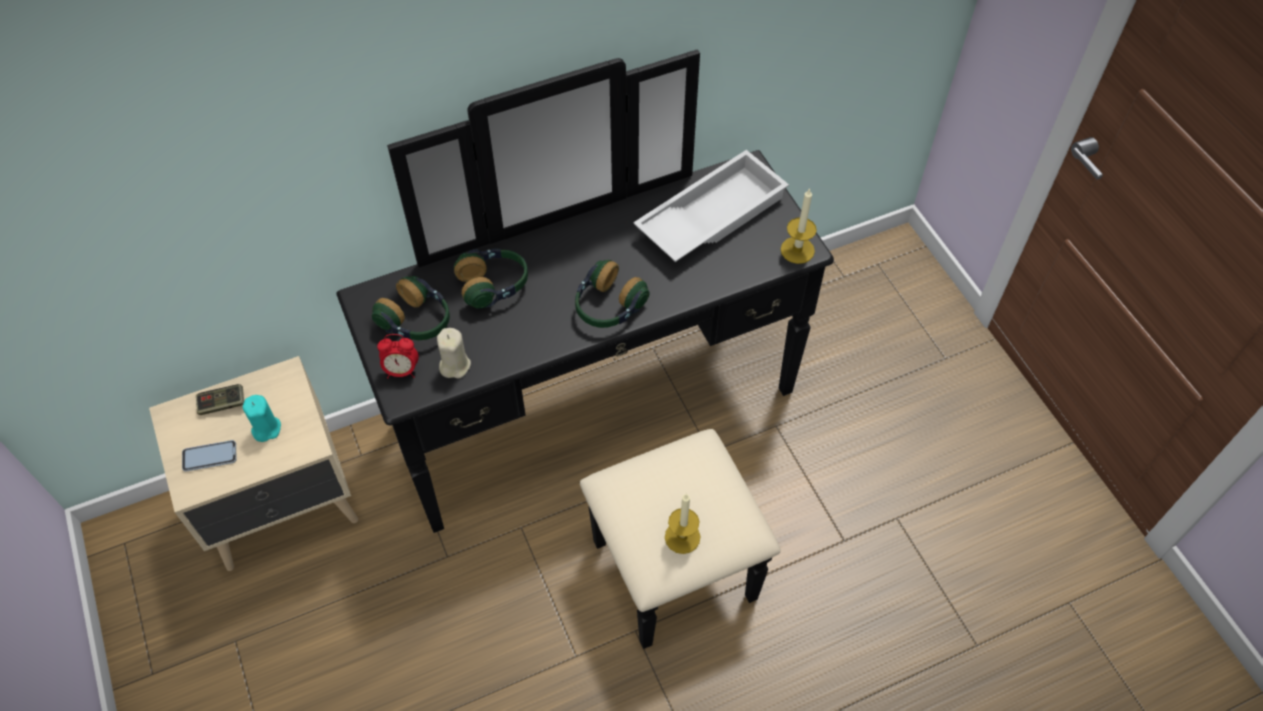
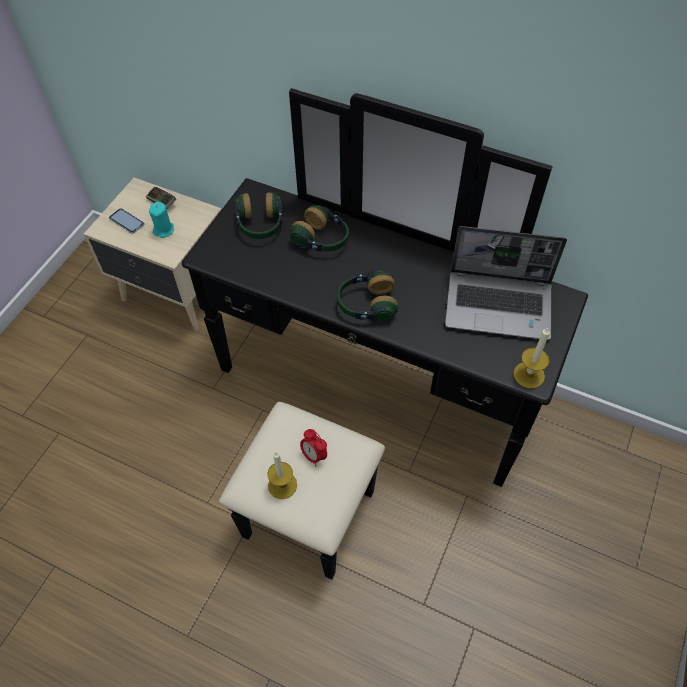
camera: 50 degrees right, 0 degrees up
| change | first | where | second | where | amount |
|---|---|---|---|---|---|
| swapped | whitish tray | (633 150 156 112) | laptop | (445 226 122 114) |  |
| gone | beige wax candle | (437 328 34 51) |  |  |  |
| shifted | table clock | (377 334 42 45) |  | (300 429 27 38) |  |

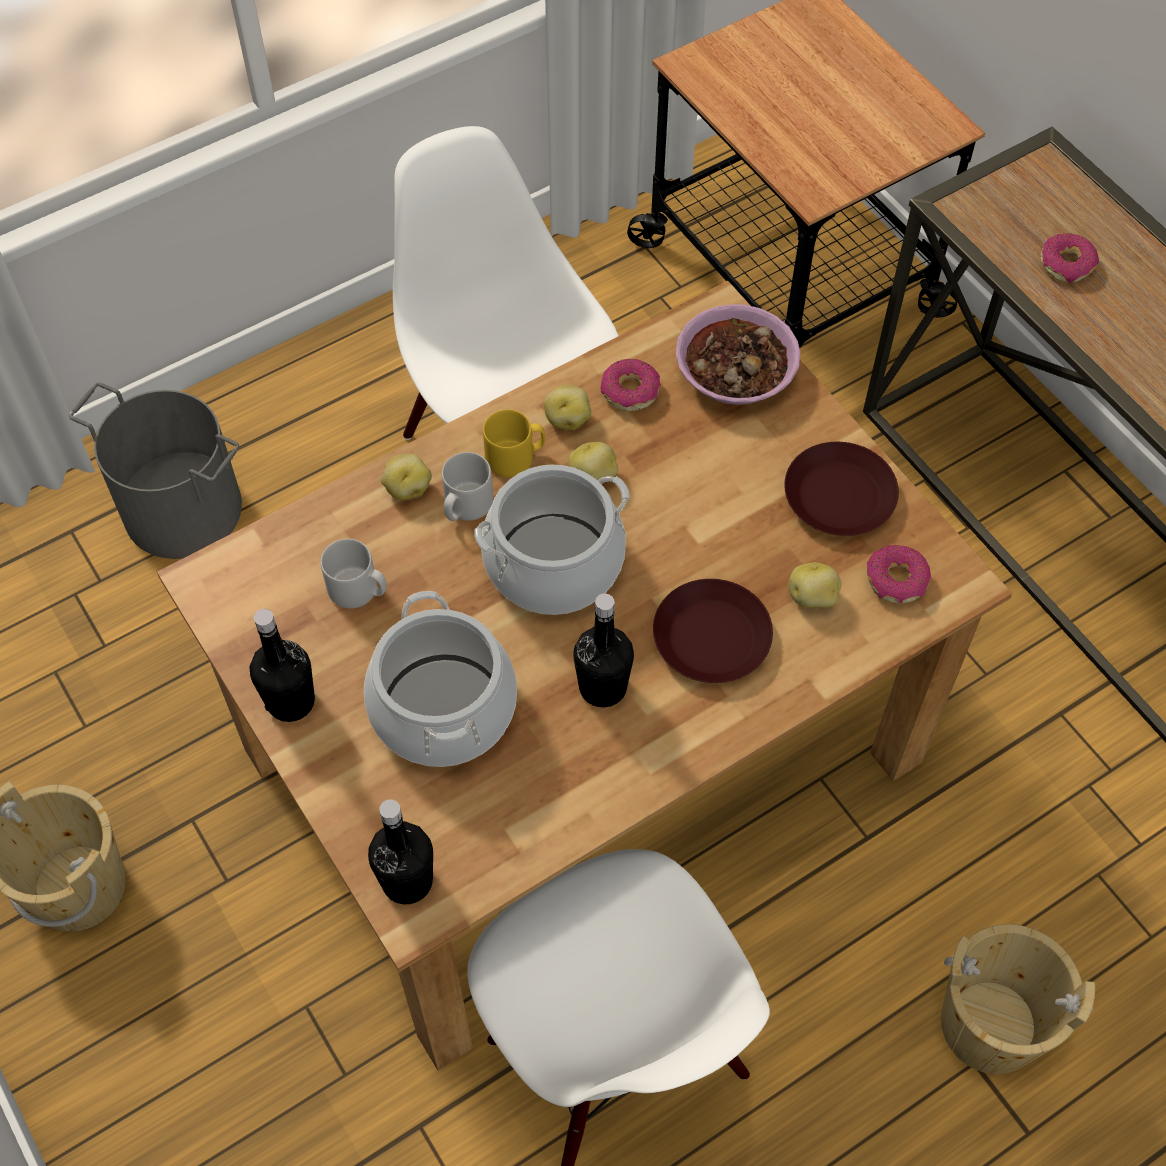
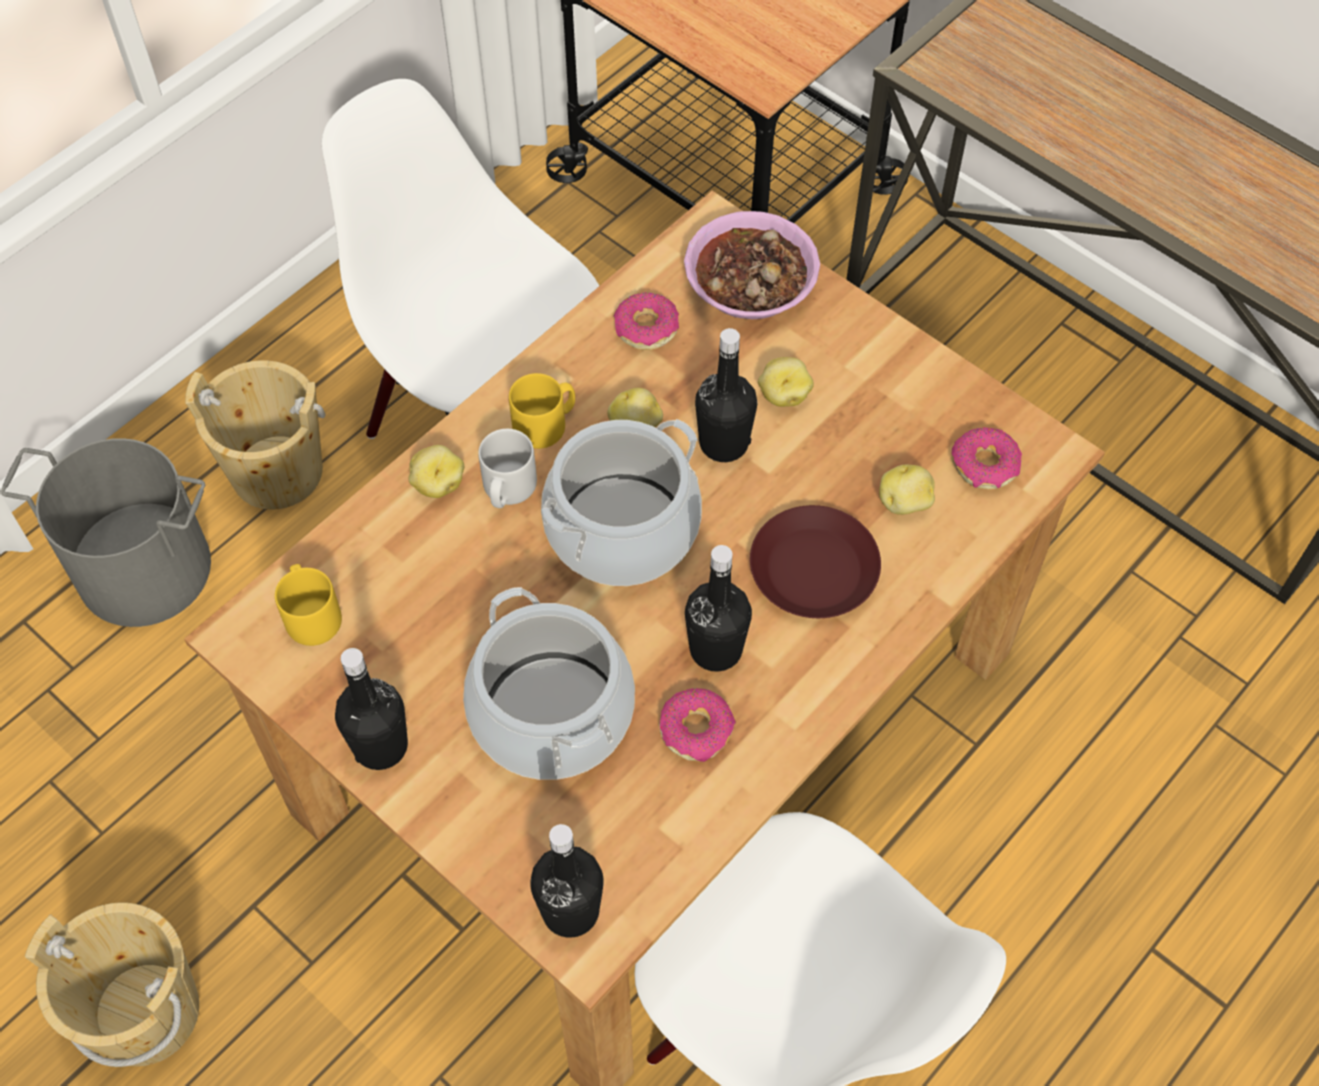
camera: 15 degrees left, 0 degrees up
| change | first | where | second | where | amount |
|---|---|---|---|---|---|
| shifted | donut | (1041 233 58 50) |  | (659 688 77 74) |  |
| shifted | spud | (543 385 48 45) |  | (758 357 56 50) |  |
| gone | brown dinner plate | (784 442 115 94) |  |  |  |
| gone | greyish tea mug | (321 539 66 69) |  |  |  |
| shifted | beige pail | (941 924 154 150) |  | (185 360 141 150) |  |
| new |  |  | blackish drink bottle | (695 328 62 134) |  |
| new |  |  | yellow-coloured tea mug | (275 564 67 82) |  |

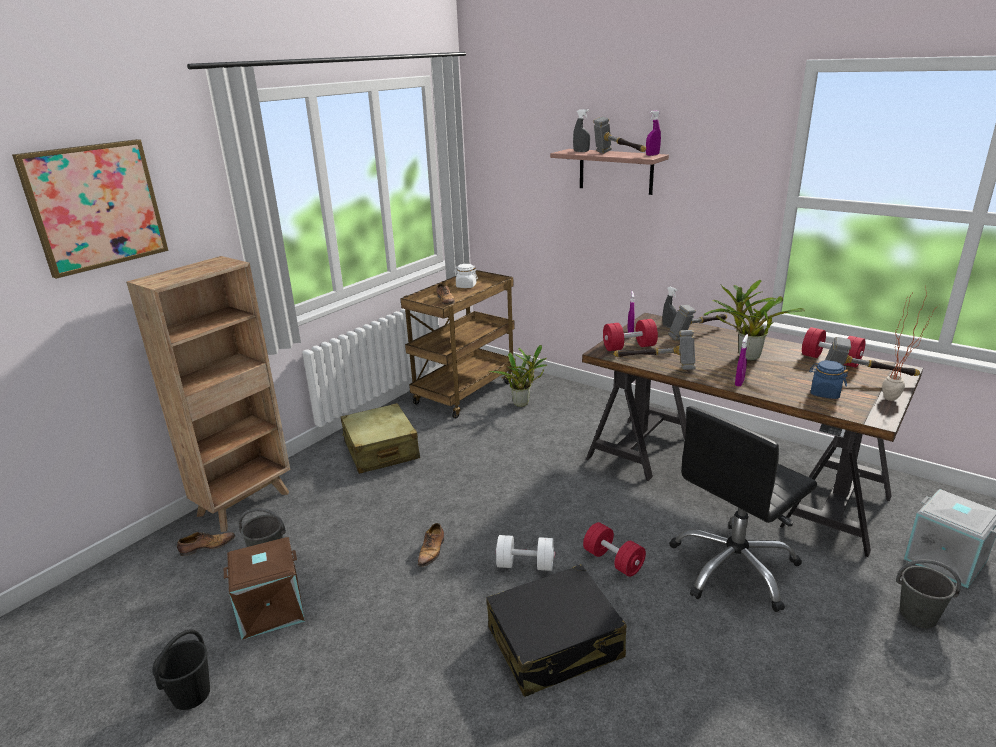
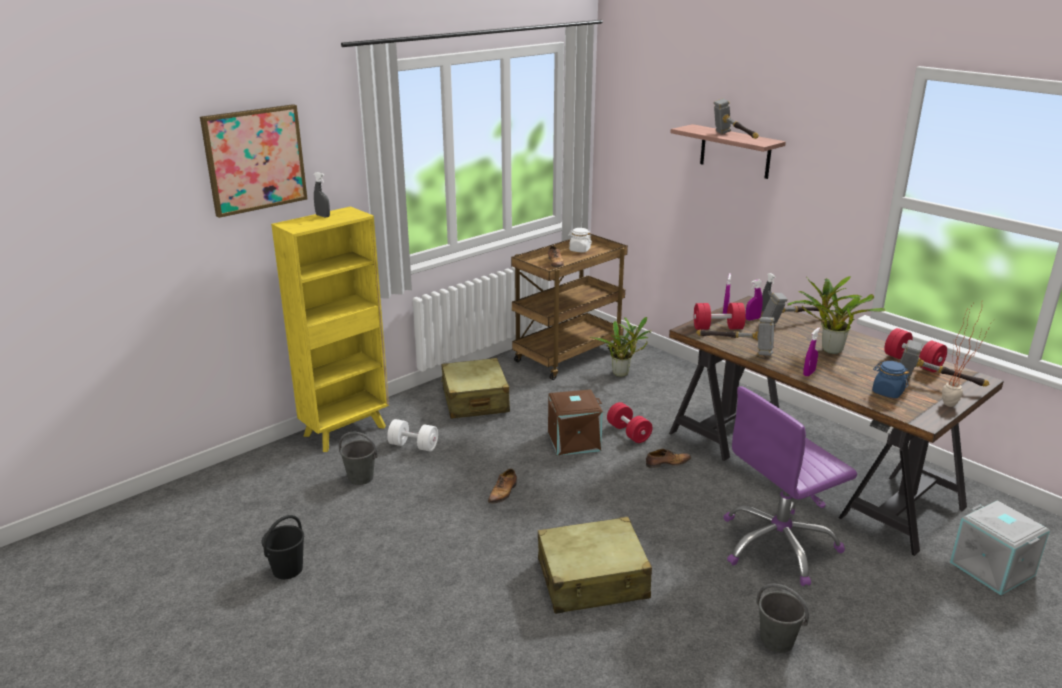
camera: 10 degrees right, 0 degrees up
| change | first | where | second | where | amount |
|---|---|---|---|---|---|
| shifted | greyish hand sprayer | (573 109 17 43) |  | (314 172 16 45) |  |
| shifted | purple-coloured hand sprayer | (646 110 15 46) |  | (746 279 17 42) |  |
| repainted | brown bookcase | (126 256 164 276) | yellow-coloured bookcase | (271 206 118 246) |  |
| repainted | blackish computer chair | (670 406 147 206) | purple-coloured computer chair | (723 386 134 200) |  |
| shifted | reddish hand weight | (583 522 63 55) |  | (607 402 46 41) |  |
| shifted | shoe | (177 532 58 24) |  | (646 449 45 19) |  |
| shifted | whitish hand weight | (496 535 59 36) |  | (387 419 51 33) |  |
| shifted | brown storage container | (224 537 81 103) |  | (548 389 55 67) |  |
| shifted | greyish pail | (896 559 65 69) |  | (756 583 53 70) |  |
| repainted | blackish suitcase | (486 564 141 133) | beige suitcase | (538 517 114 97) |  |

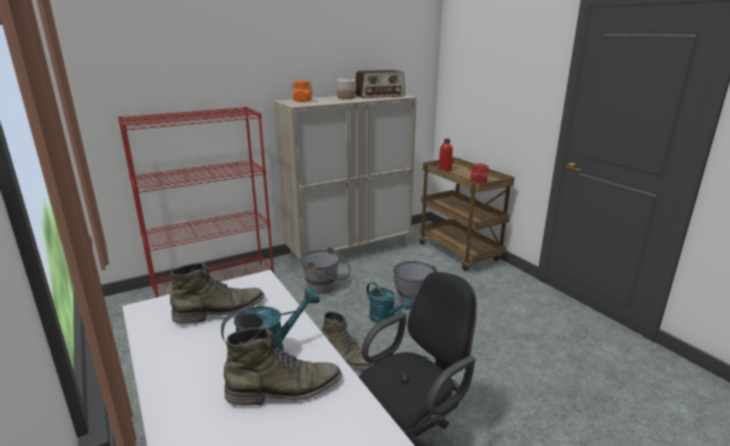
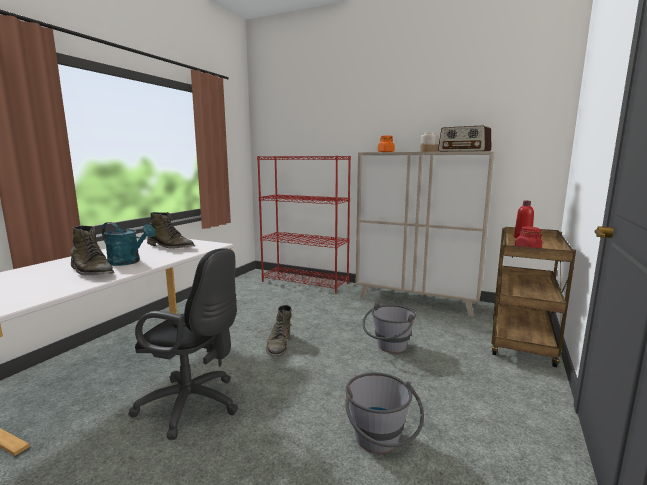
camera: 55 degrees right, 10 degrees down
| change | first | where | second | where | amount |
|---|---|---|---|---|---|
| shifted | greyish pail | (300 247 51 47) |  | (345 372 79 82) |  |
| gone | blue-green watering pot | (367 282 45 41) |  |  |  |

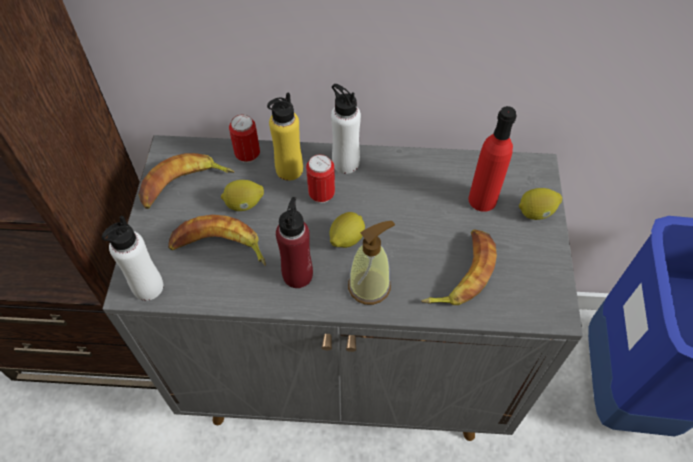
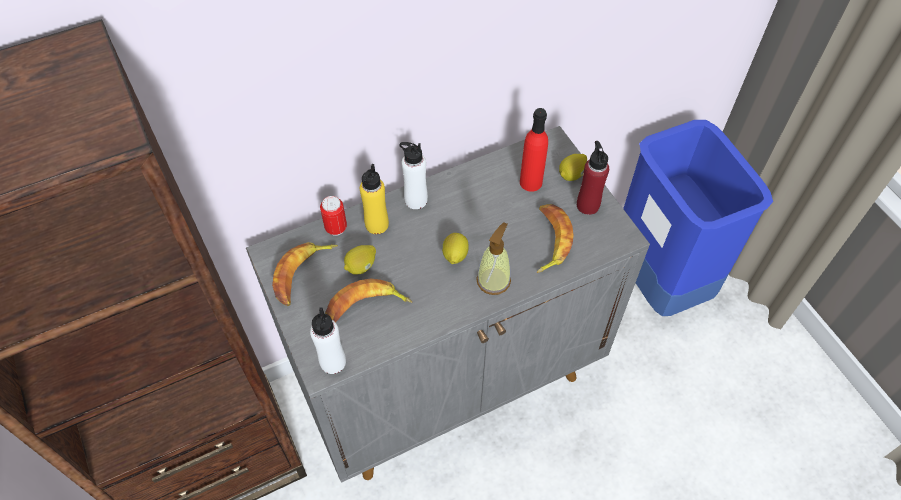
camera: 30 degrees left, 0 degrees up
| change | first | where | second | where | amount |
|---|---|---|---|---|---|
| gone | can | (306 154 29 49) |  |  |  |
| shifted | reddish drink bottle | (276 197 37 91) |  | (577 141 32 74) |  |

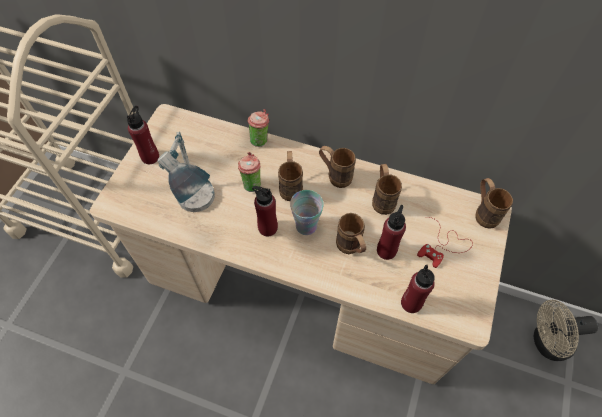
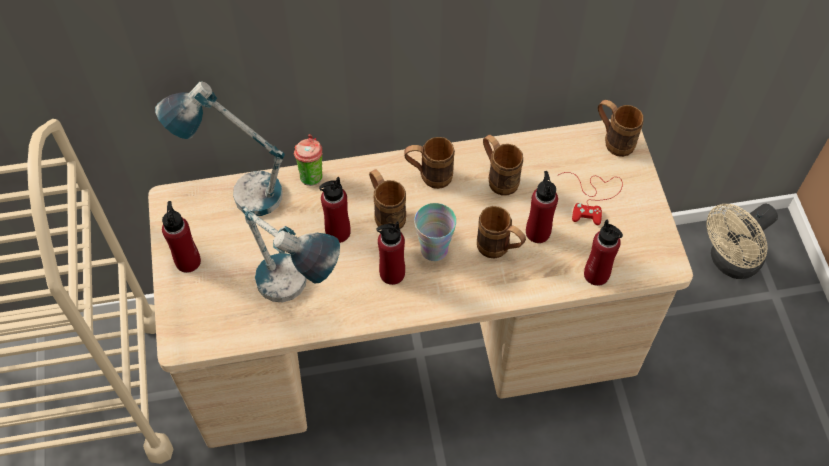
camera: 30 degrees left, 0 degrees up
| change | first | where | second | where | amount |
|---|---|---|---|---|---|
| swapped | cup | (238 152 23 40) | reddish drink bottle | (319 177 32 66) |  |
| new |  |  | table lamp | (155 81 130 135) |  |

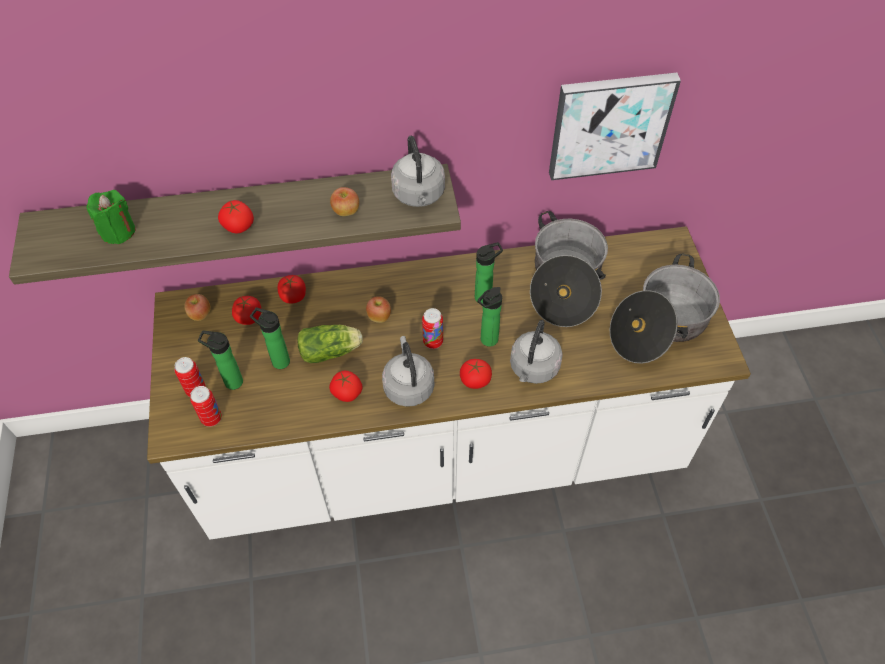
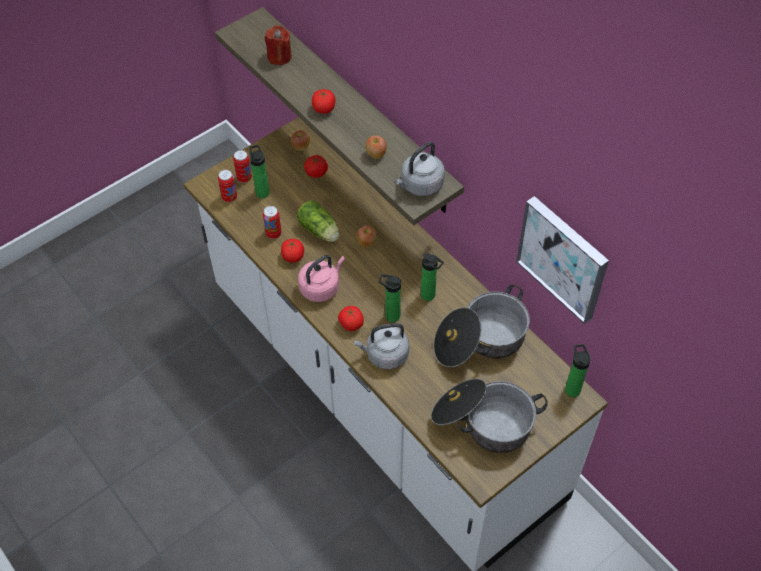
camera: 60 degrees right, 0 degrees up
| change | first | where | second | where | amount |
|---|---|---|---|---|---|
| repainted | greenish wax candle | (86 190 49 54) | reddish wax candle | (265 25 27 40) |  |
| gone | tomato | (278 275 28 28) |  |  |  |
| shifted | drink bottle | (250 307 40 62) |  | (565 344 26 53) |  |
| shifted | can | (422 308 21 41) |  | (263 206 19 33) |  |
| repainted | greyish water kettle | (382 336 52 71) | pink water kettle | (298 255 47 47) |  |

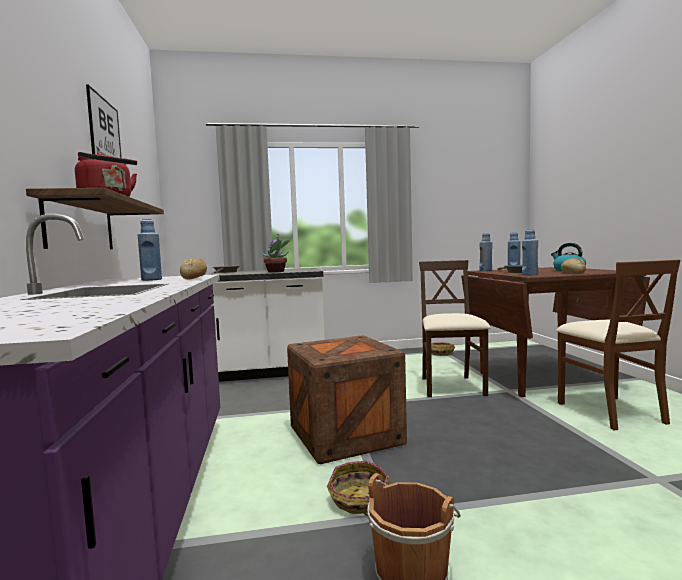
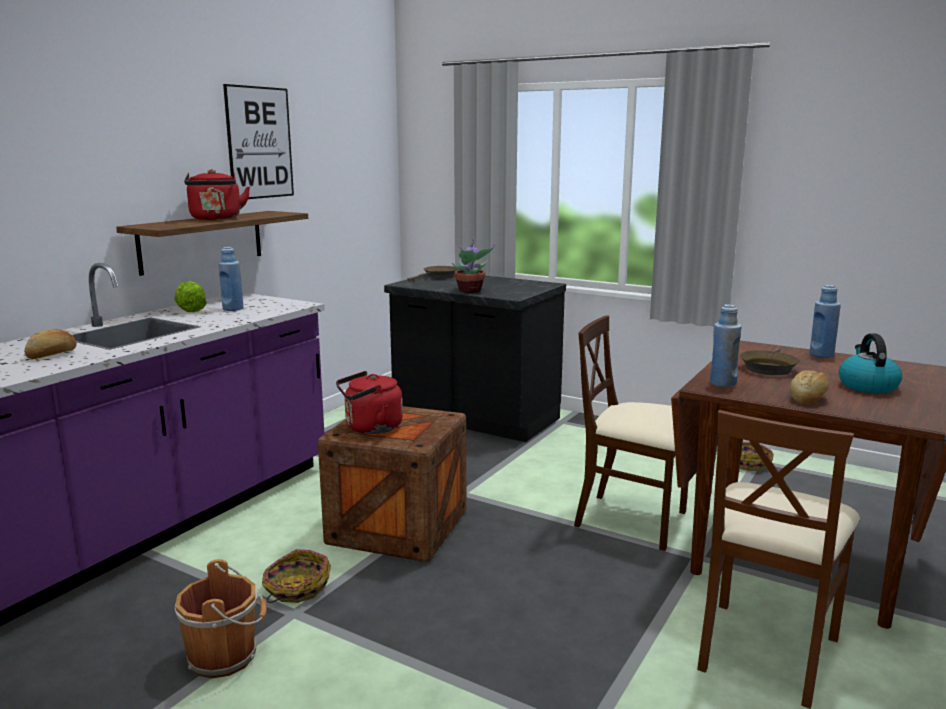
camera: 40 degrees right, 10 degrees up
| change | first | where | second | where | amount |
|---|---|---|---|---|---|
| gone | blue drink bottle | (479 233 13 38) |  |  |  |
| shifted | bakery bread | (180 258 27 22) |  | (24 329 53 30) |  |
| rotated | beige upright chair | (419 260 72 137) |  | (574 316 115 235) | 105 degrees counterclockwise |
| repainted | whitish kitchen counter | (208 268 117 114) | blackish kitchen counter | (384 274 182 168) |  |
| new |  |  | head of lettuce | (174 281 33 31) |  |
| new |  |  | reddish water kettle | (336 371 67 63) |  |

